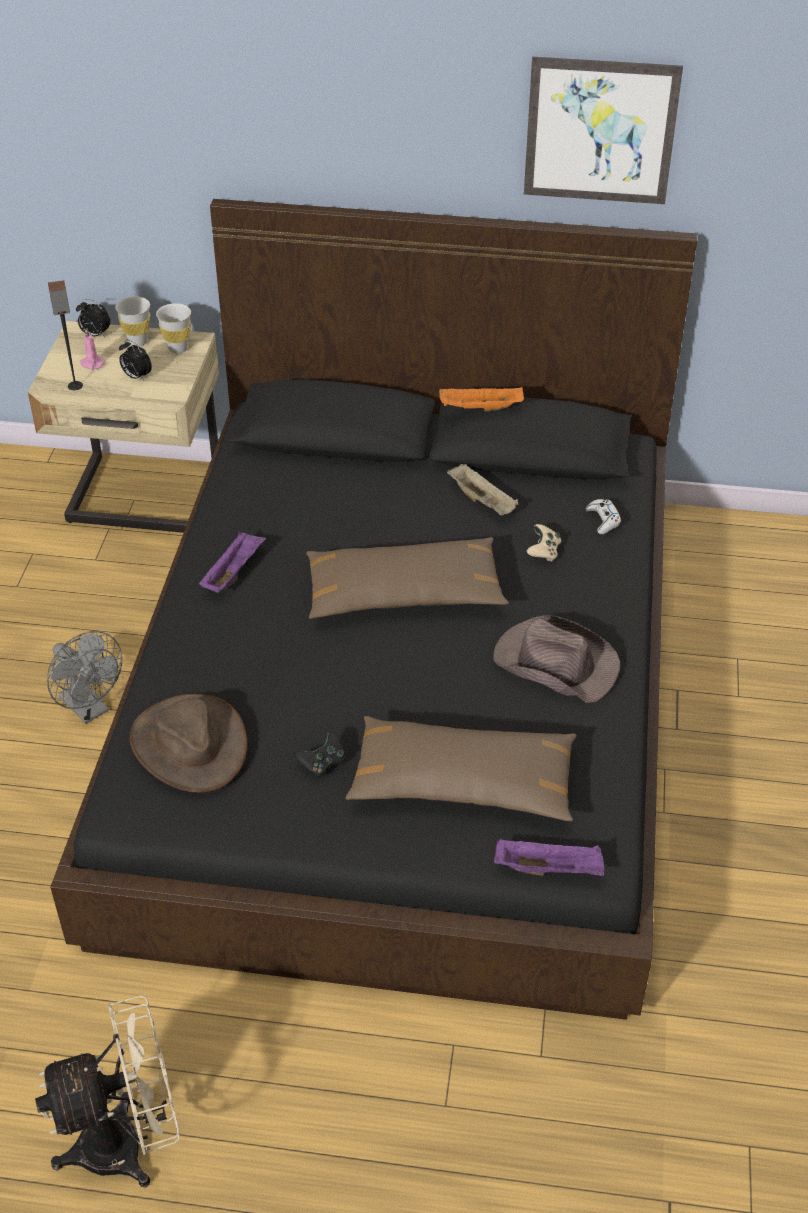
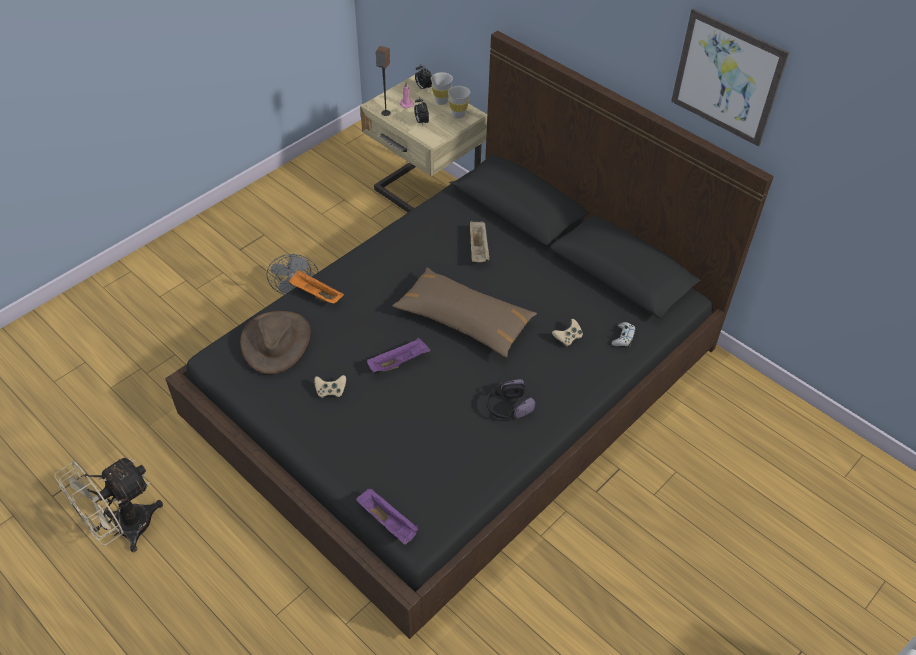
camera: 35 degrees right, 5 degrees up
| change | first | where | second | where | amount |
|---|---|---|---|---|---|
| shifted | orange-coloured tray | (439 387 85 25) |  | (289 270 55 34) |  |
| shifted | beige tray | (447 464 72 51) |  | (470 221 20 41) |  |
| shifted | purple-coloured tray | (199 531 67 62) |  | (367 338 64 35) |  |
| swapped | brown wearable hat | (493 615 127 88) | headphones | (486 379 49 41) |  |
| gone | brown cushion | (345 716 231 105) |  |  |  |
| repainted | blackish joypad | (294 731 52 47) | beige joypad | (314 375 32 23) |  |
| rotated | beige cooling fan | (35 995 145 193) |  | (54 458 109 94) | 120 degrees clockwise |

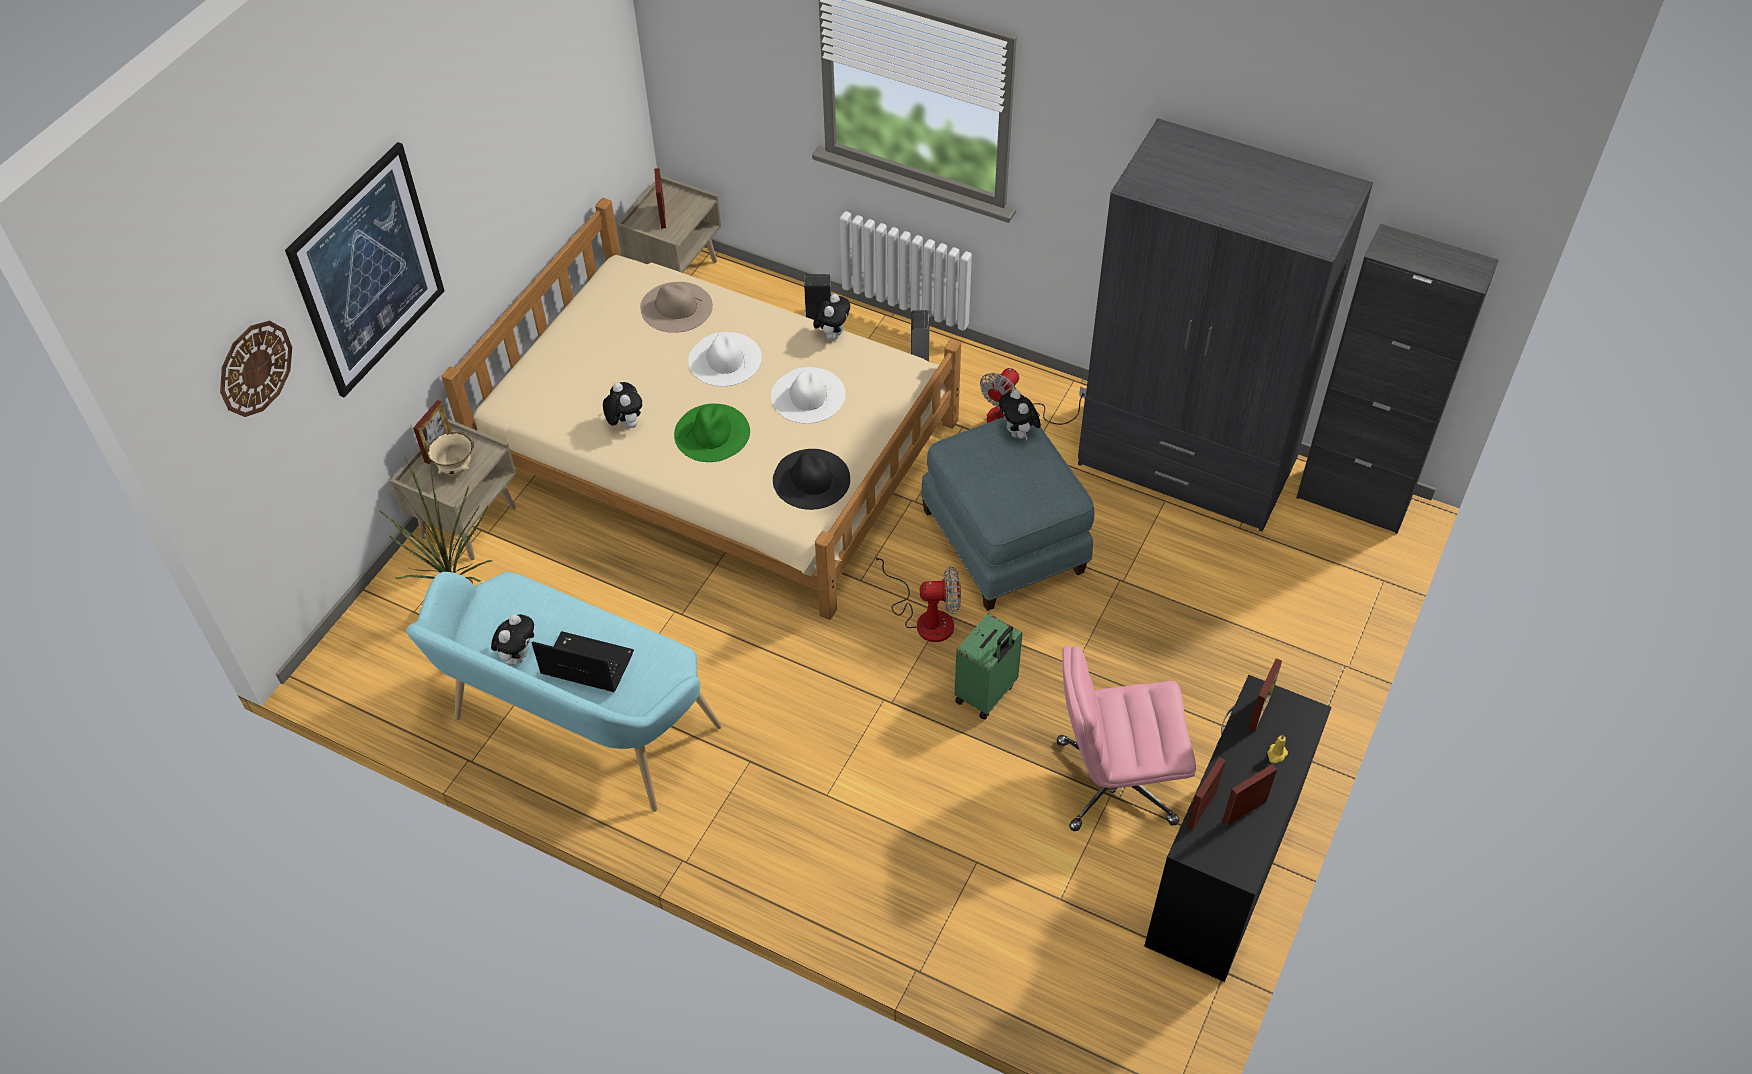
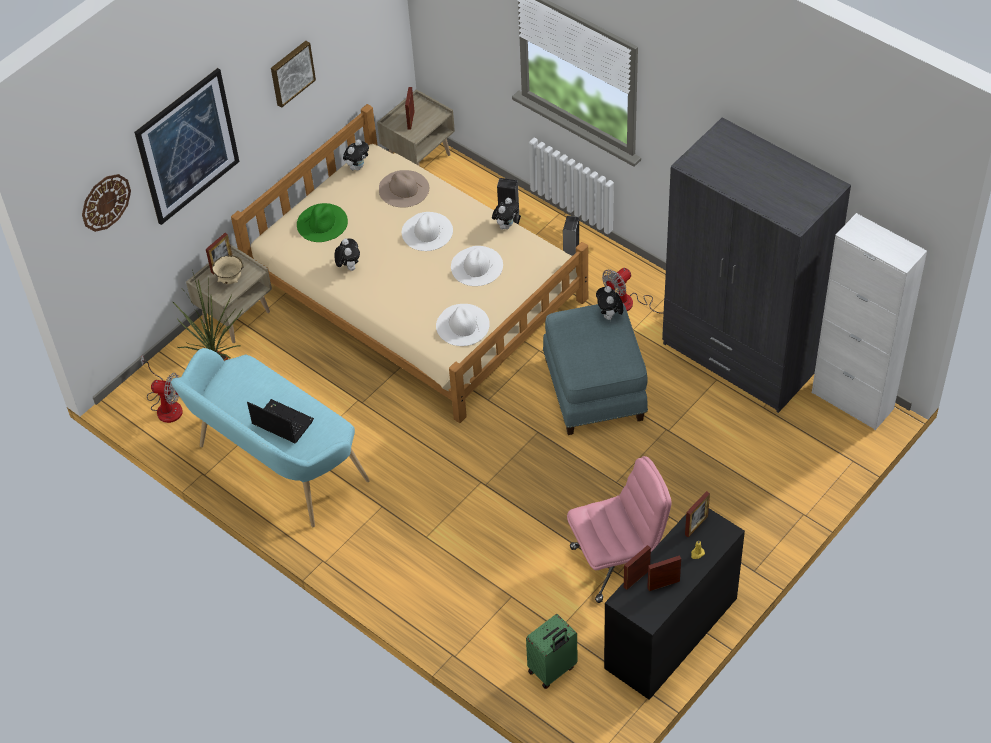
camera: 15 degrees right, 0 degrees up
| change | first | where | second | where | amount |
|---|---|---|---|---|---|
| repainted | blackish storage cabinet | (1296 224 203 310) | whitish storage cabinet | (812 213 115 217) |  |
| shifted | greenish wearable hat | (674 404 76 58) |  | (297 203 51 39) |  |
| repainted | blackish wearable hat | (773 449 77 61) | whitish wearable hat | (436 304 54 42) |  |
| shifted | cooling fan | (875 550 86 92) |  | (141 355 42 68) |  |
| shifted | greenish suitcase | (954 613 69 107) |  | (526 614 51 75) |  |
| shifted | plush toy | (491 614 43 52) |  | (343 139 26 31) |  |
| rotated | pink computer chair | (1057 645 139 186) |  | (567 456 104 147) | 150 degrees clockwise |
| new |  |  | wall picture | (271 41 45 67) |  |

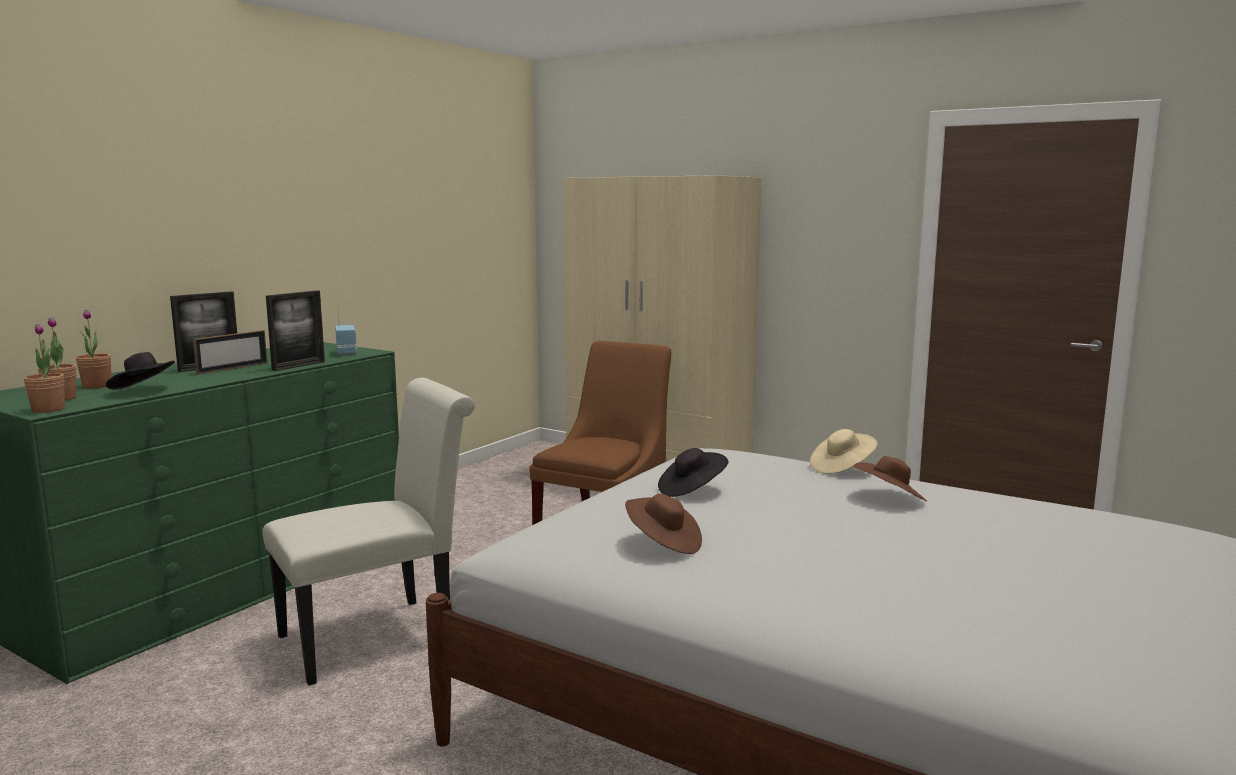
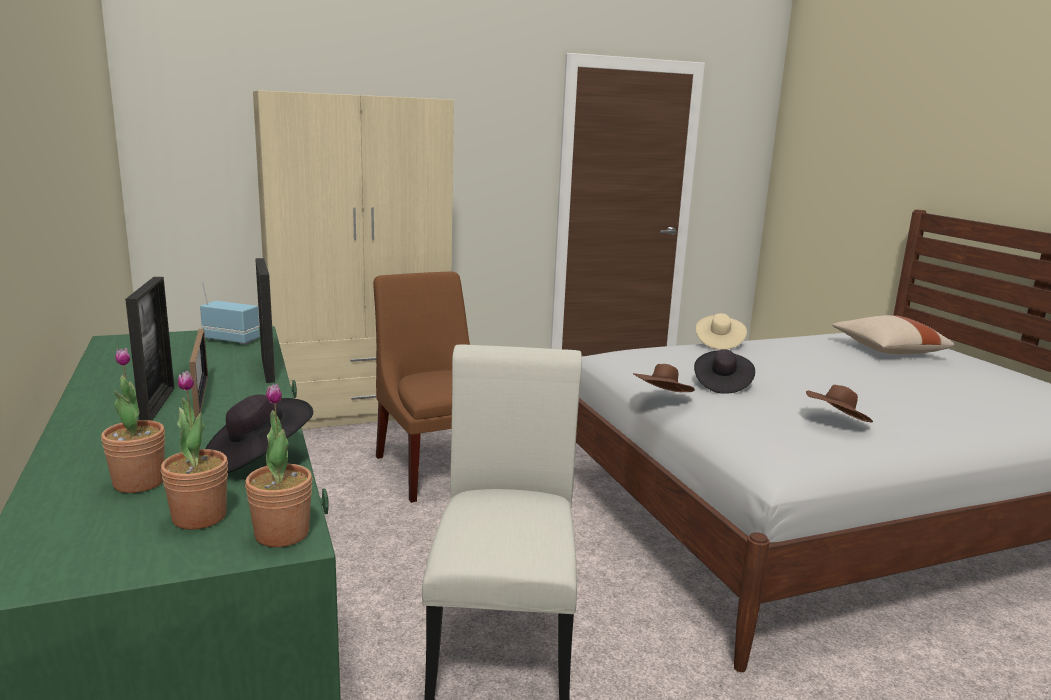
camera: 55 degrees left, 5 degrees up
| change | first | where | second | where | amount |
|---|---|---|---|---|---|
| shifted | brown wearable hat | (853 456 74 45) |  | (633 364 62 28) |  |
| new |  |  | beige cushion | (832 315 122 39) |  |

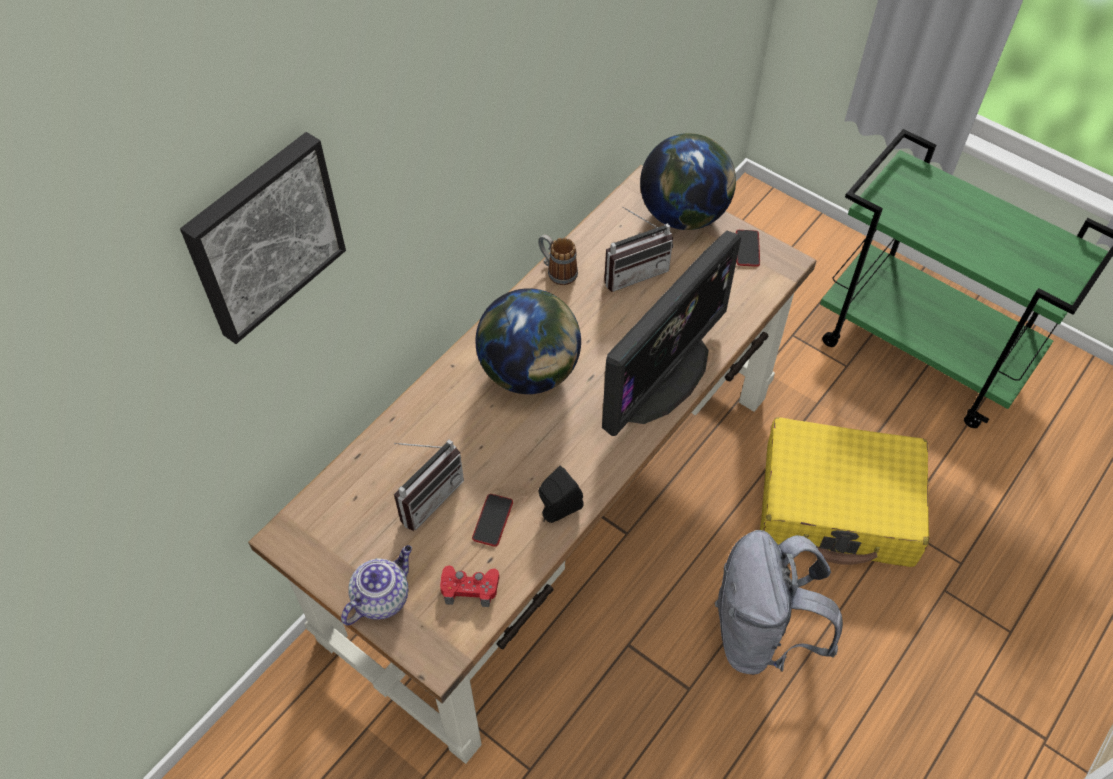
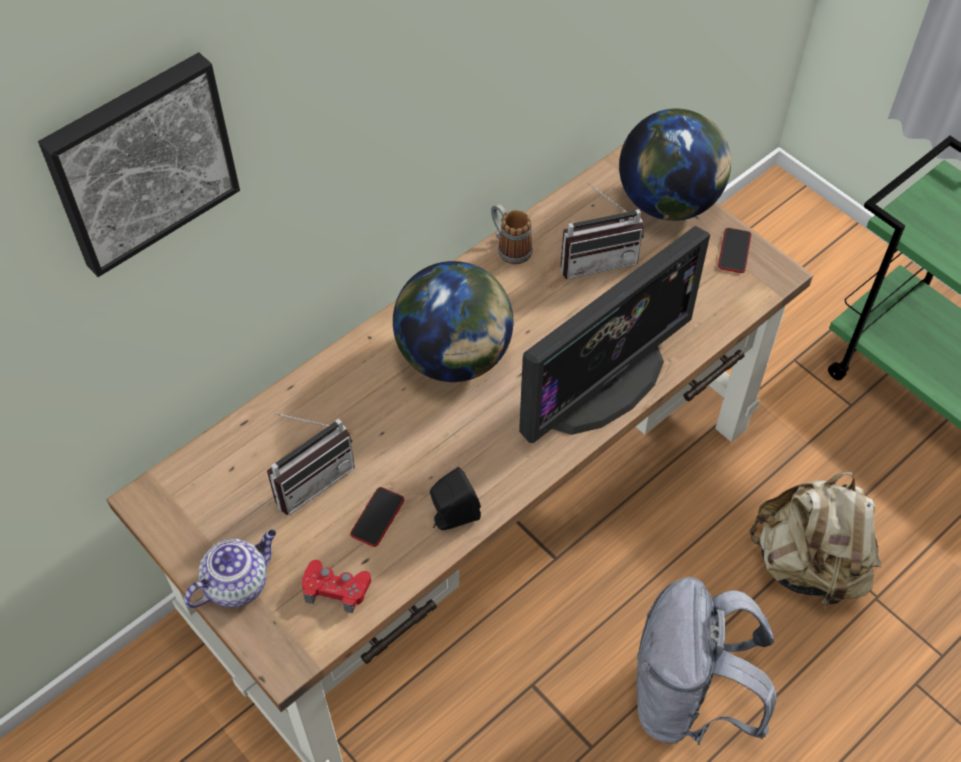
camera: 10 degrees right, 0 degrees up
| change | first | where | second | where | amount |
|---|---|---|---|---|---|
| swapped | yellow-coloured suitcase | (760 417 169 150) | beige knapsack | (750 472 131 137) |  |

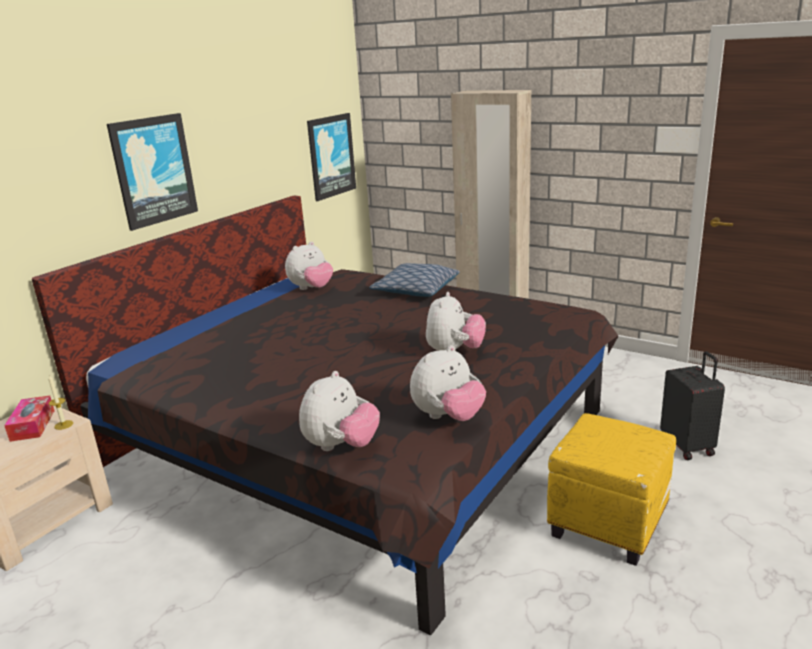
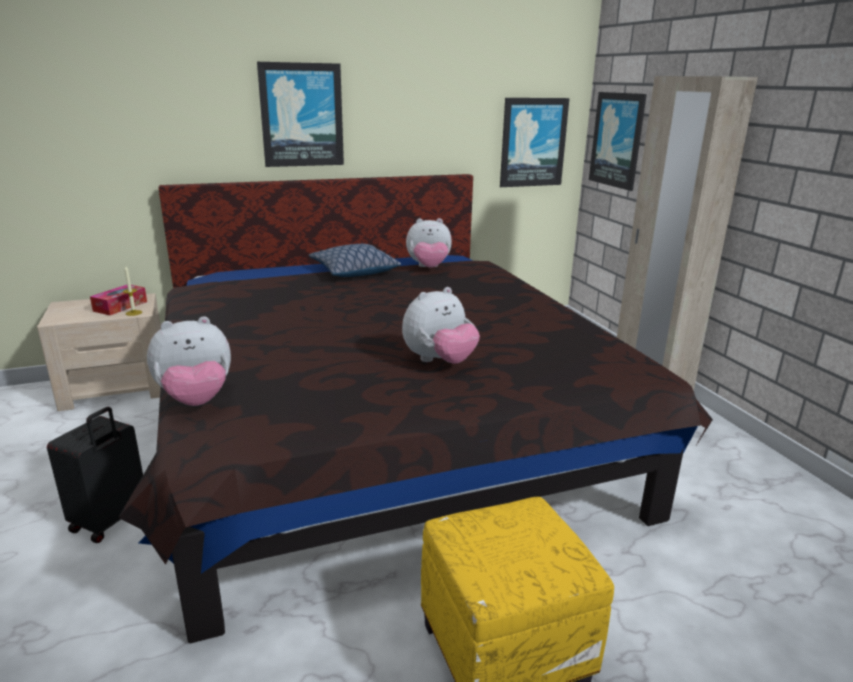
camera: 35 degrees right, 0 degrees up
| change | first | where | second | where | amount |
|---|---|---|---|---|---|
| shifted | cushion | (369 263 91 34) |  | (309 244 92 33) |  |
| gone | plush toy | (410 345 76 76) |  |  |  |
| shifted | blackish suitcase | (660 351 65 109) |  | (47 407 96 136) |  |
| new |  |  | wall picture | (589 92 58 99) |  |

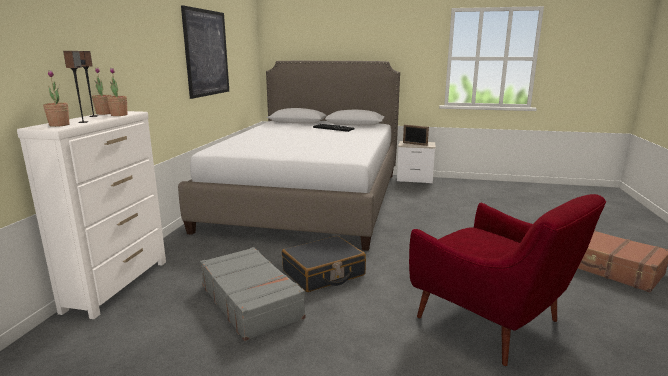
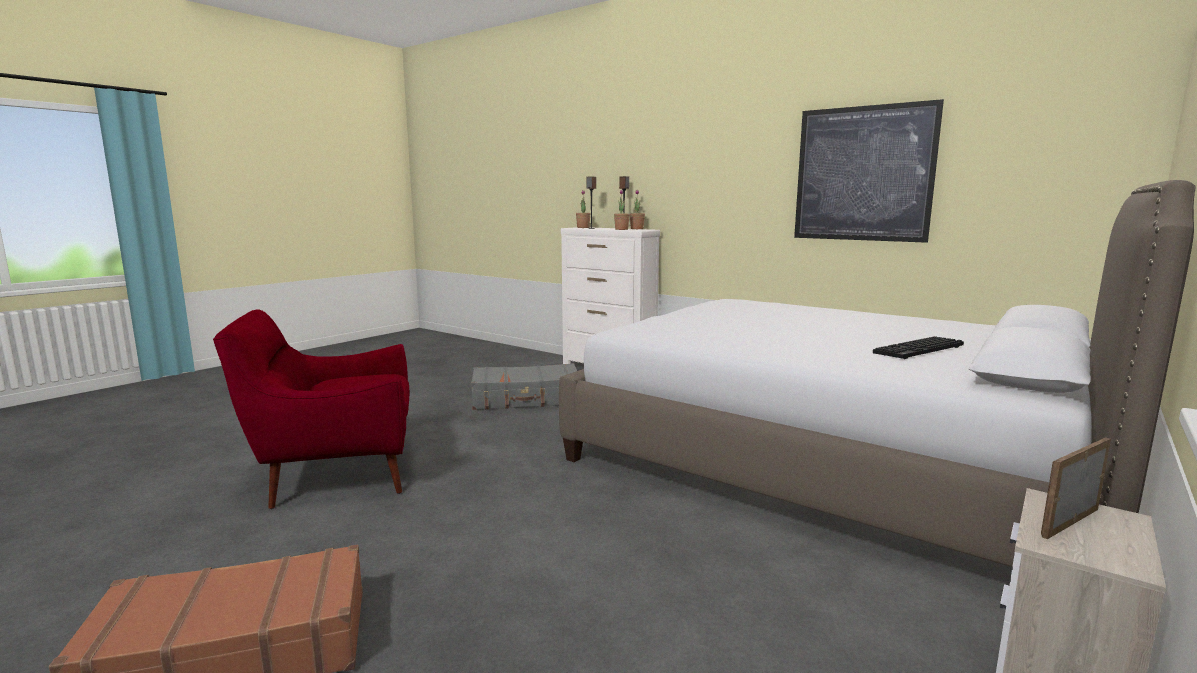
camera: 115 degrees right, 5 degrees down
| change | first | where | second | where | amount |
|---|---|---|---|---|---|
| gone | blackish suitcase | (282 236 84 56) |  |  |  |

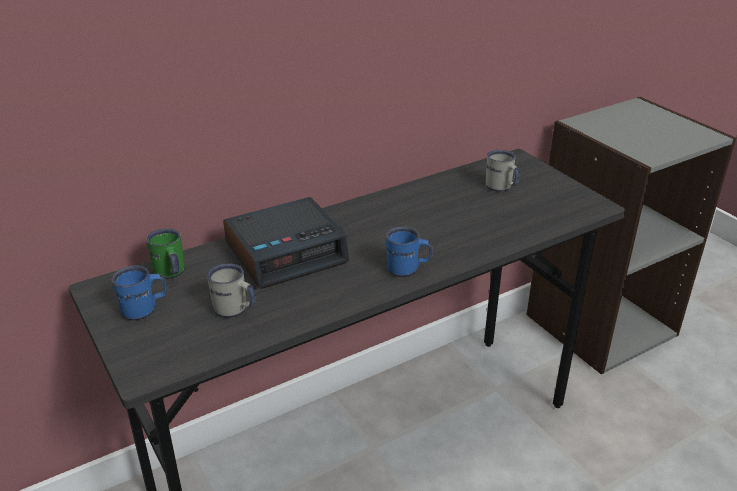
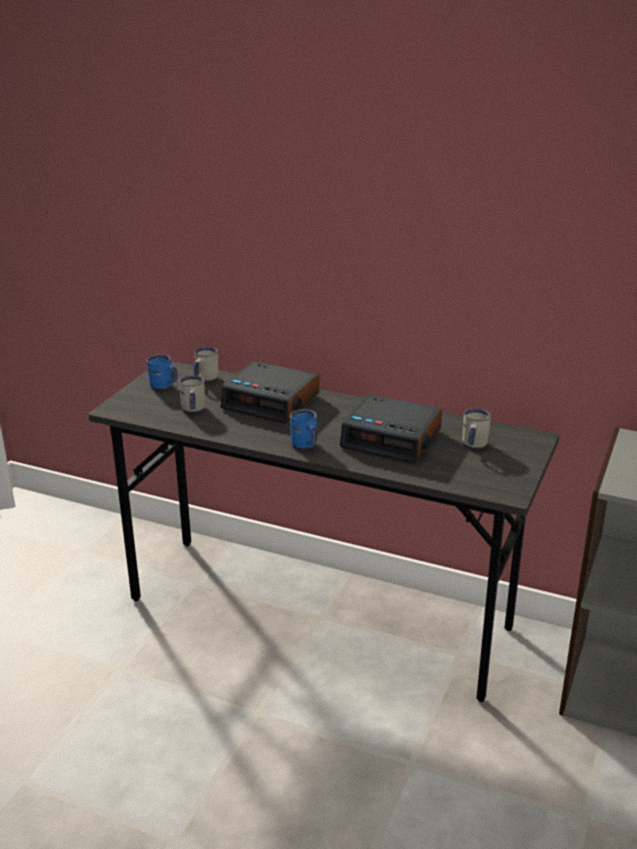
camera: 55 degrees right, 5 degrees down
| change | first | where | second | where | amount |
|---|---|---|---|---|---|
| repainted | greenish tea mug | (146 228 39 51) | whitish tea mug | (194 347 24 35) |  |
| new |  |  | table clock | (340 394 102 70) |  |

